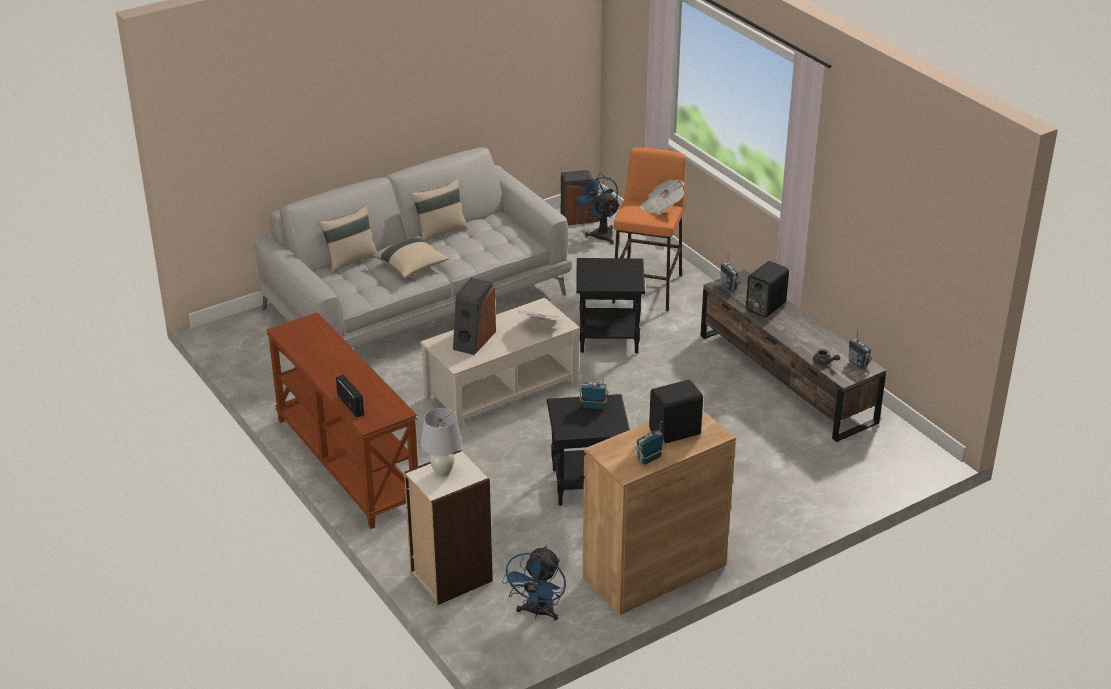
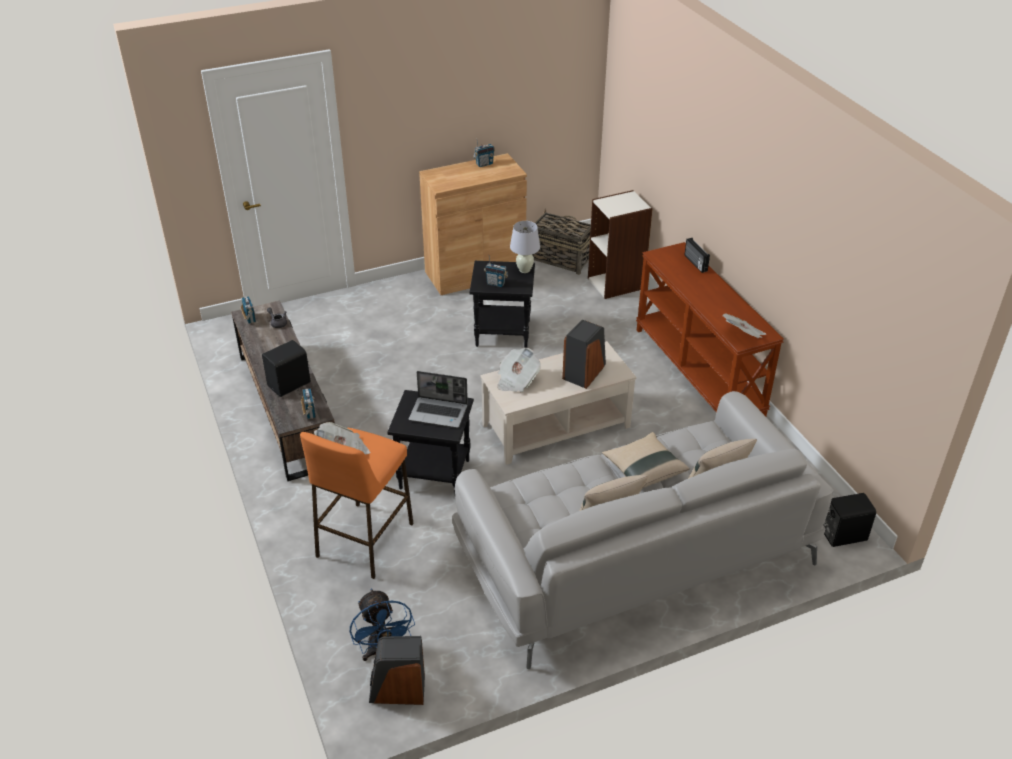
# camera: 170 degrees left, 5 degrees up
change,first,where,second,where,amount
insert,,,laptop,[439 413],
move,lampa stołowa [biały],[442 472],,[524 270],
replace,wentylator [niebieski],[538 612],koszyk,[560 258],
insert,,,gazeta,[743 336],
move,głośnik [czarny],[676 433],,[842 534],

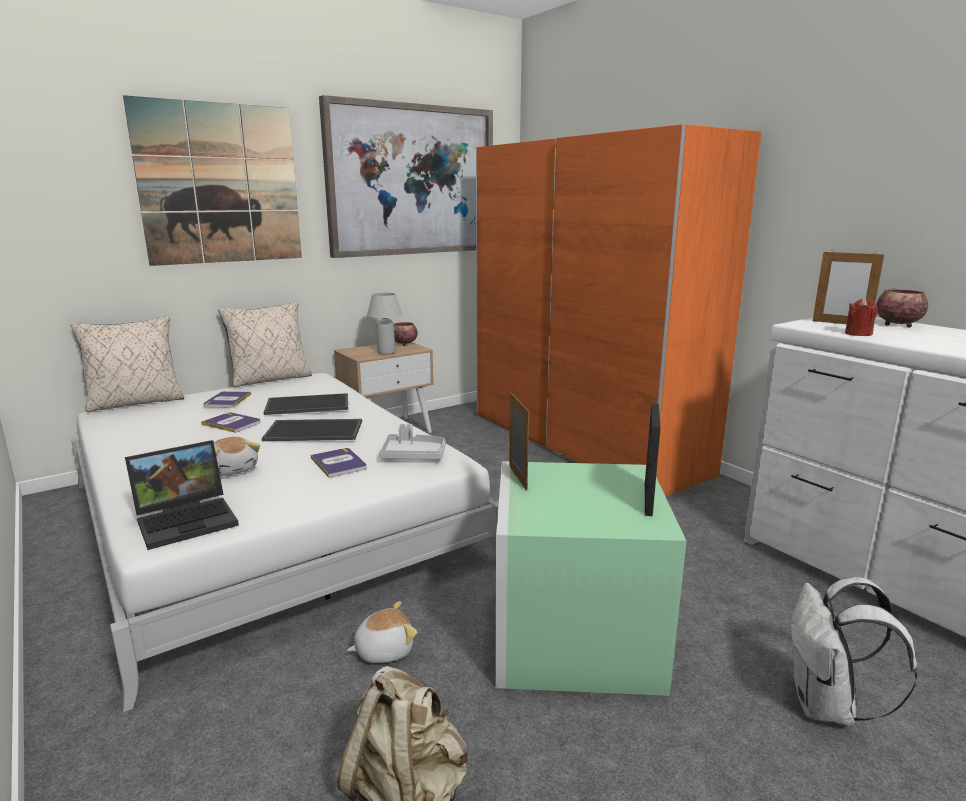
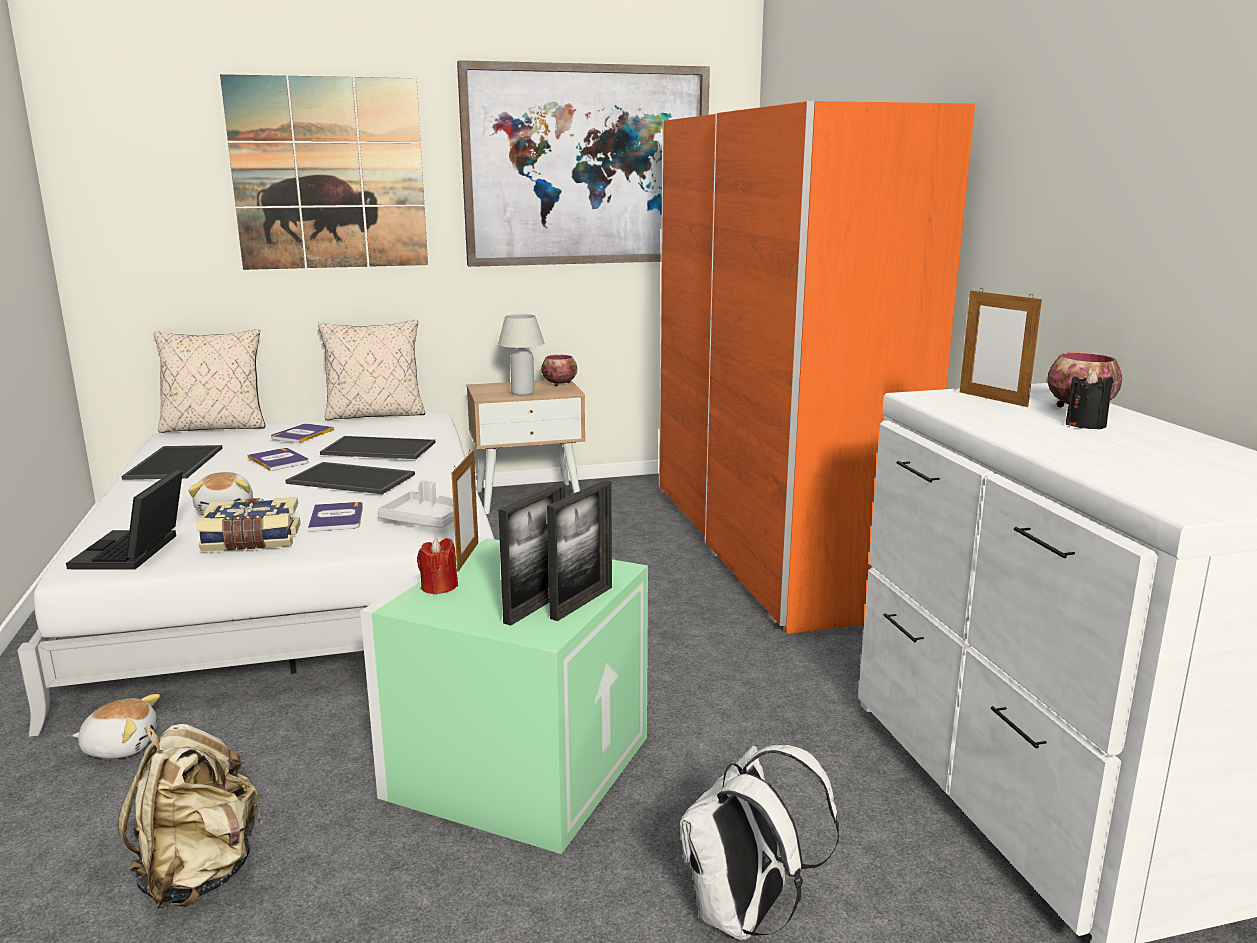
# camera: 20 degrees right, 0 degrees up
change,first,where,second,where,amount
rotate,laptop,[188 519],,[133 553],105 degrees clockwise
move,pluszak,[384 650],,[121 746],
insert,,,taca,[173 463],
insert,,,książka,[251 541],
move,świeca [czerwony],[858 334],,[439 587],
insert,,,ramka na zdjęcie,[536 606],
insert,,,świeca [czarny],[1085 425],

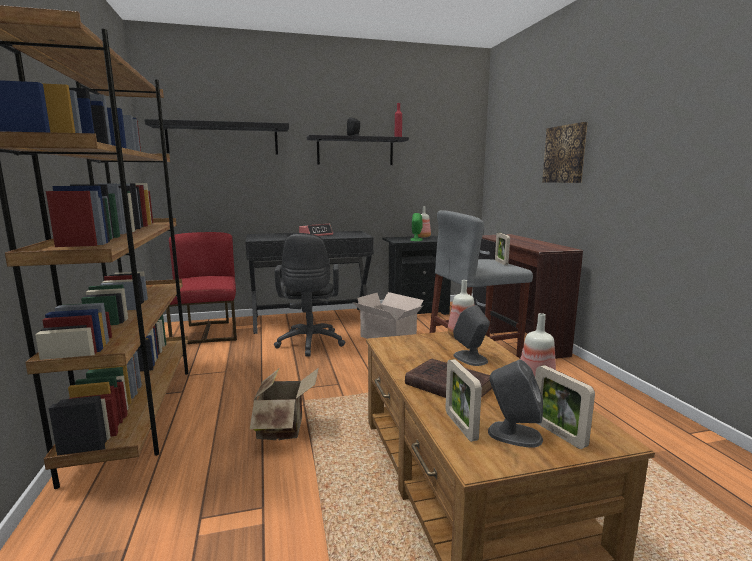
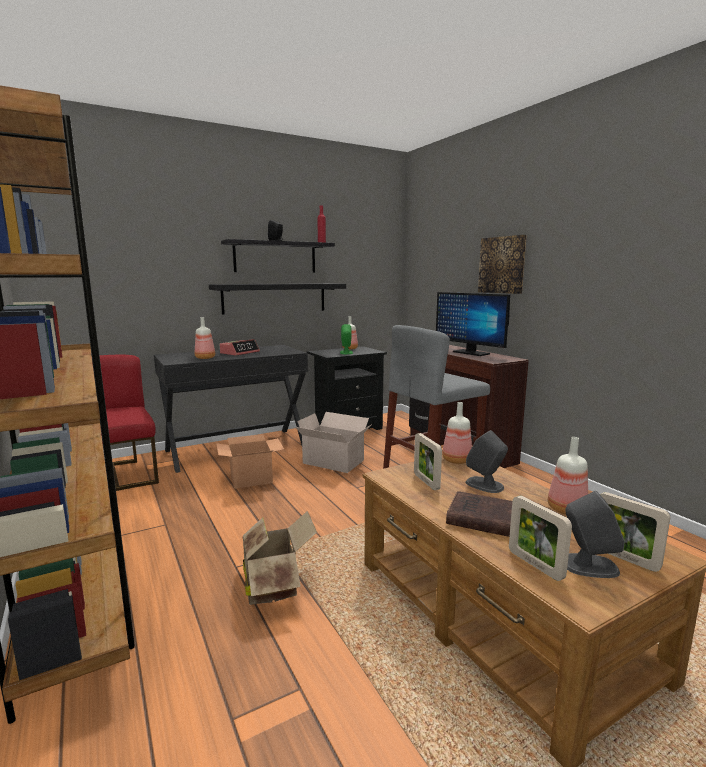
# camera: 15 degrees left, 0 degrees up
change,first,where,second,where,amount
insert,,,butelka,[205 358],
move,półka [czarny],[223 139],,[275 298],
replace,krzesło biurowe [czarny],[310 344],karton,[250 479],
move,ramka na zdjęcie,[501 262],,[426 482],
insert,,,monitor,[470 353],

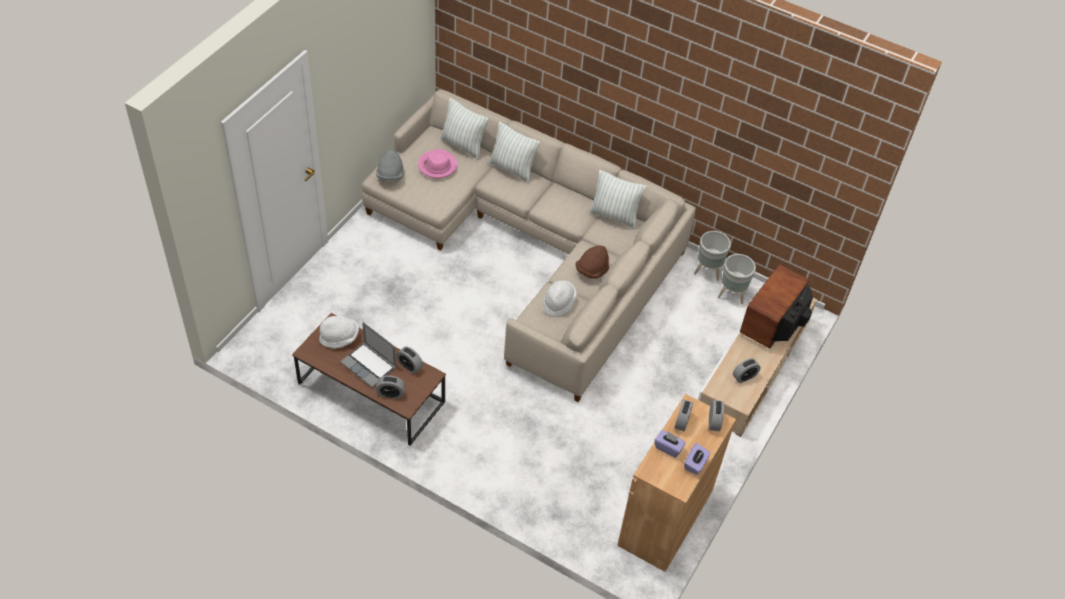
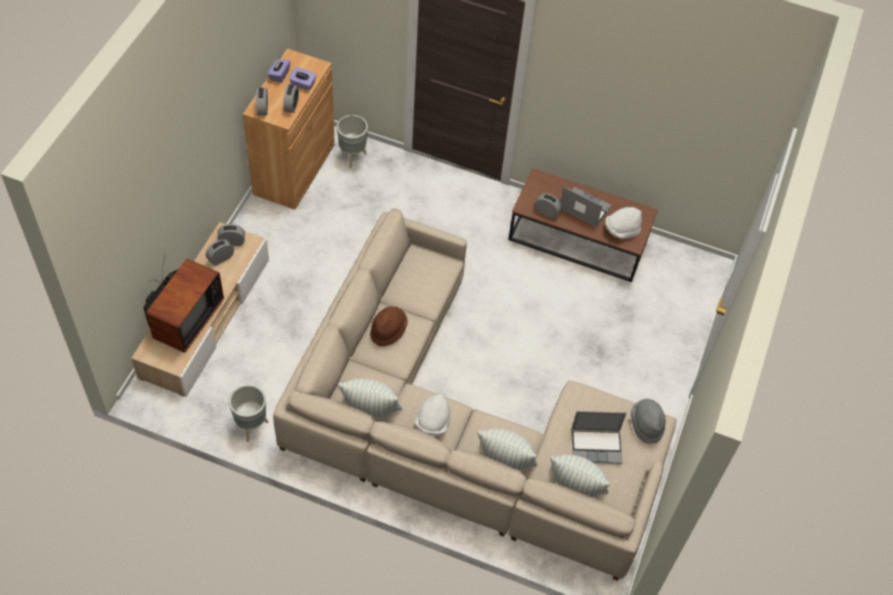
# camera: 170 degrees right, 5 degrees up
change,first,where,second,where,amount
move,budzik,[390 393],,[232 242],
move,donica [szary],[731 295],,[352 157],
move,kapelusz [biały],[558 303],,[433 422],
replace,kapelusz [różowy],[437 166],laptop,[597 446],

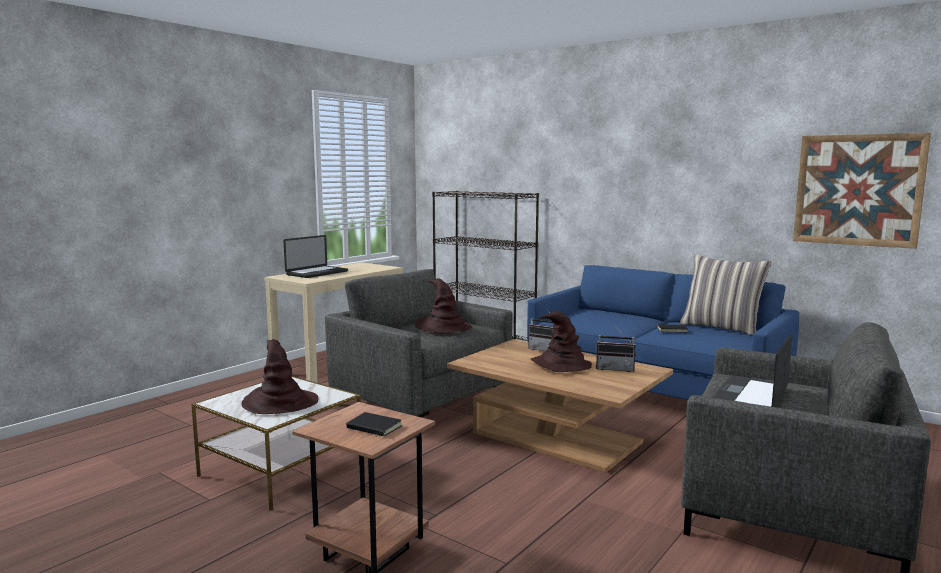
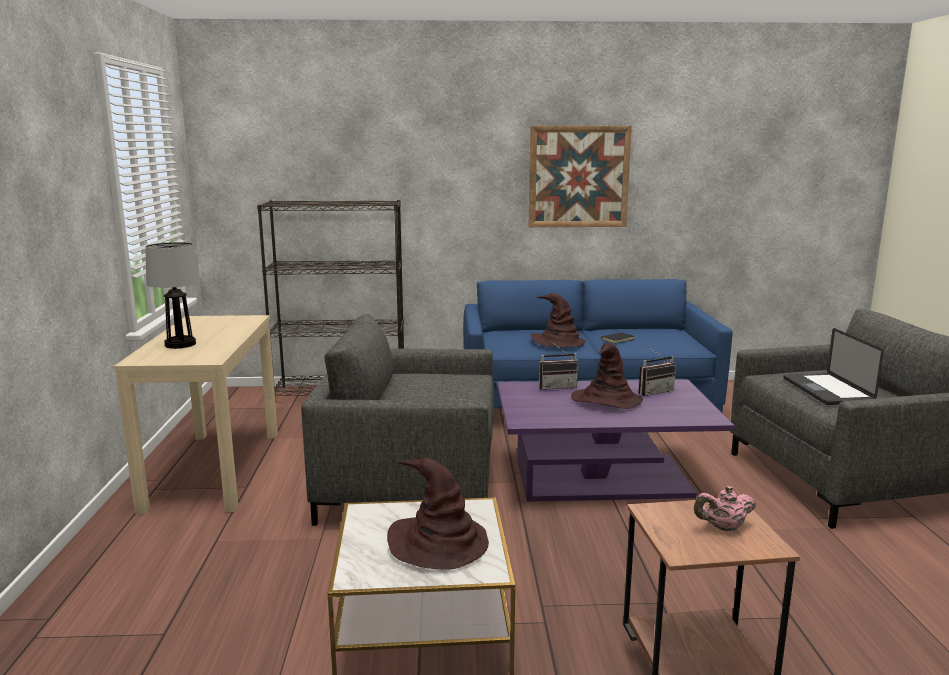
# camera: 40 degrees left, 5 degrees up
change,first,where,second,where,amount
replace,laptop,[317 273],lampa stołowa,[180 344],
recolor,ława [brązowy],[556 438],ława [fioletowy],[602 478],
move,obraz,[858 190],,[578 177],
move,kapelusz [brązowy],[443 328],,[558 342],
replace,książka [czarny],[373 428],imbryk [różowy],[723 528],
delete,poduszka,[722 327],,,

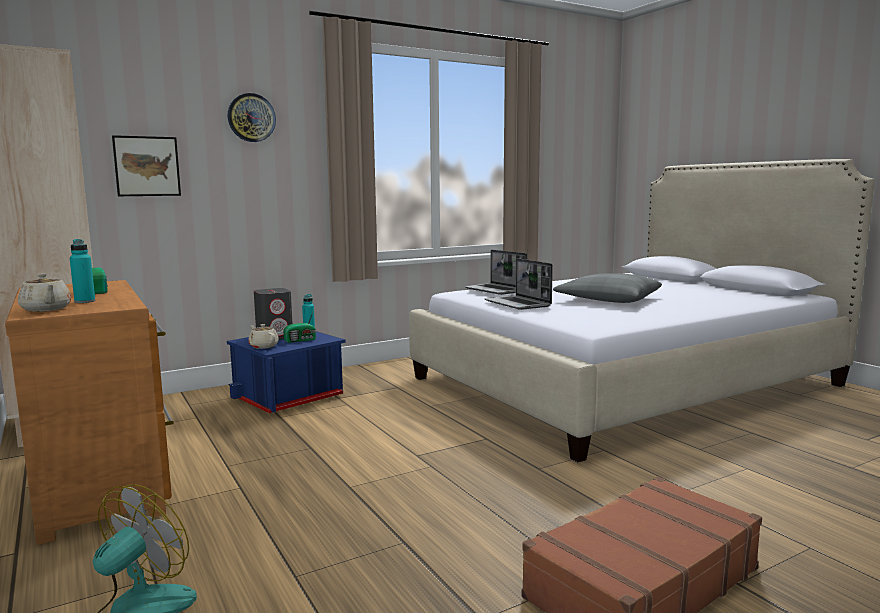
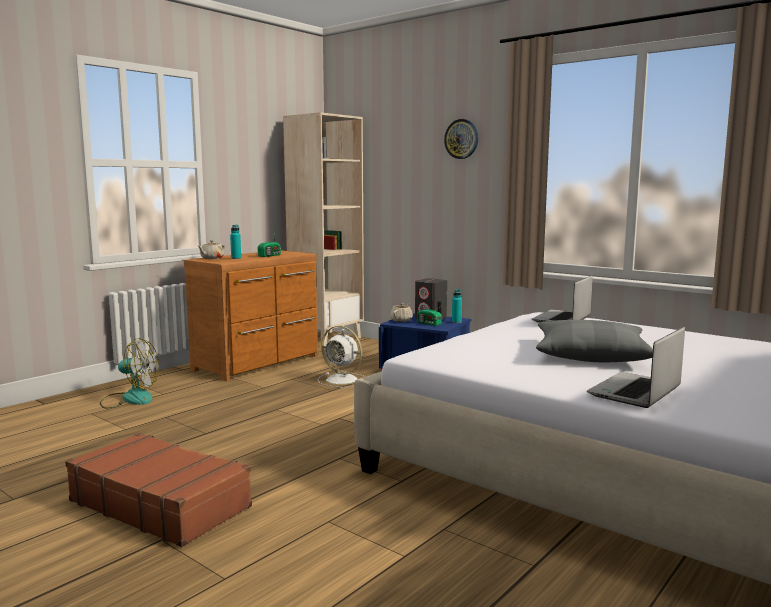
# camera: 70 degrees right, 0 degrees up
change,first,where,second,where,amount
insert,,,wentylator [biały],[343 380],
move,laptop,[518 304],,[635 392],
delete,obraz,[147 166],,,

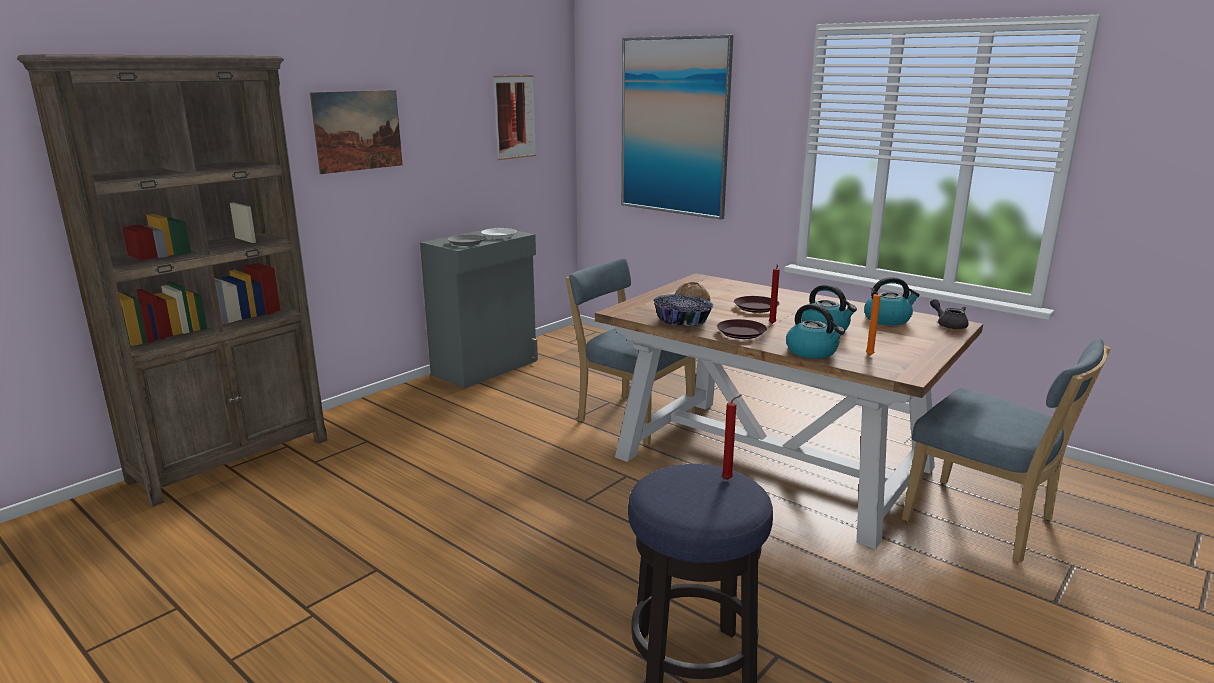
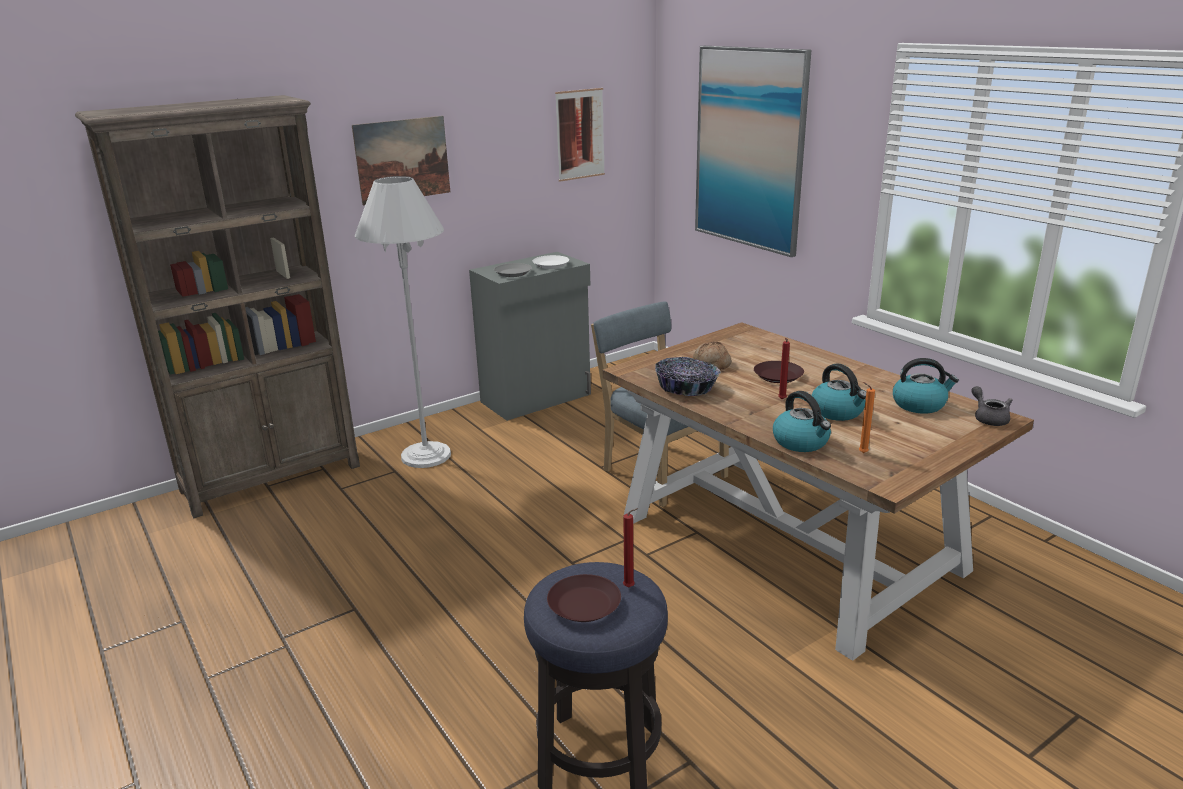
# camera: 15 degrees right, 5 degrees up
change,first,where,second,where,amount
insert,,,lampa stojąca [biały],[426 455],
move,talerz [brązowy],[741 333],,[585 605],
delete,krzesło [niebieski],[985 522],,,

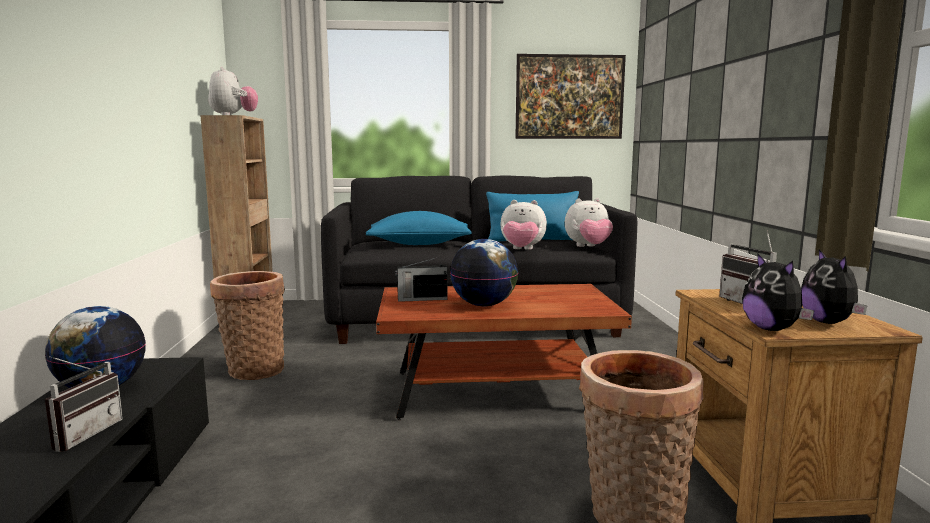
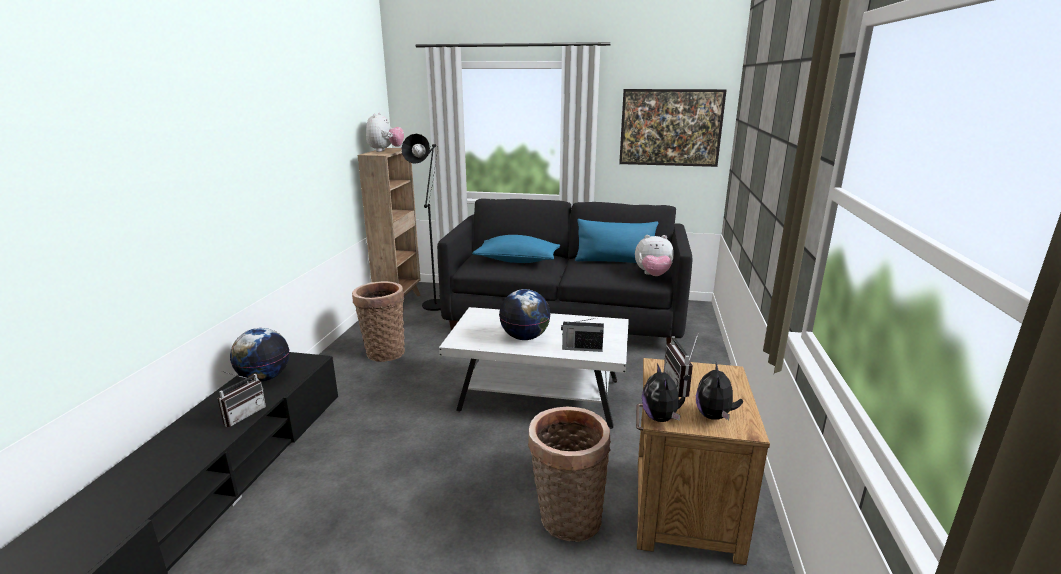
# camera: 15 degrees right, 10 degrees up
change,first,where,second,where,amount
insert,,,lampa stojąca [czarny],[436 303],
recolor,ława [brązowy],[497 392],ława [biały],[539 396],
move,radio,[421 299],,[581 348],
delete,pluszak,[522 250],,,

